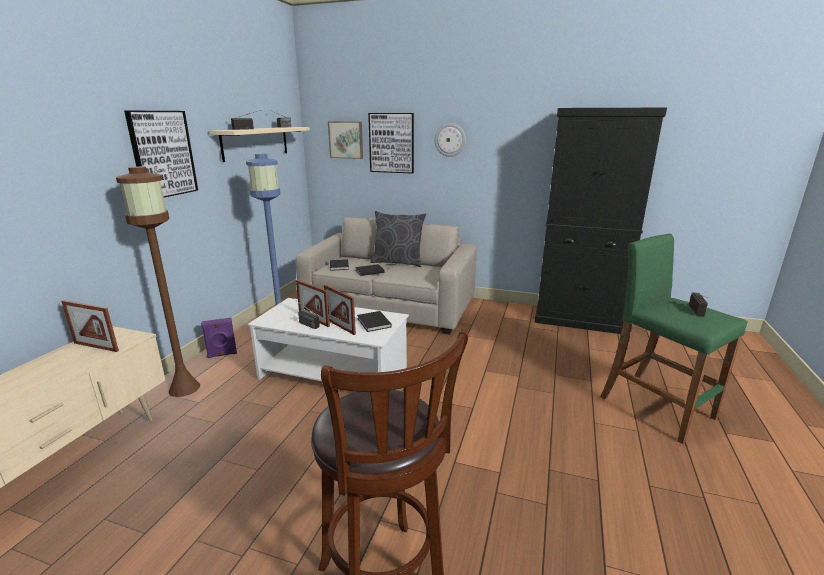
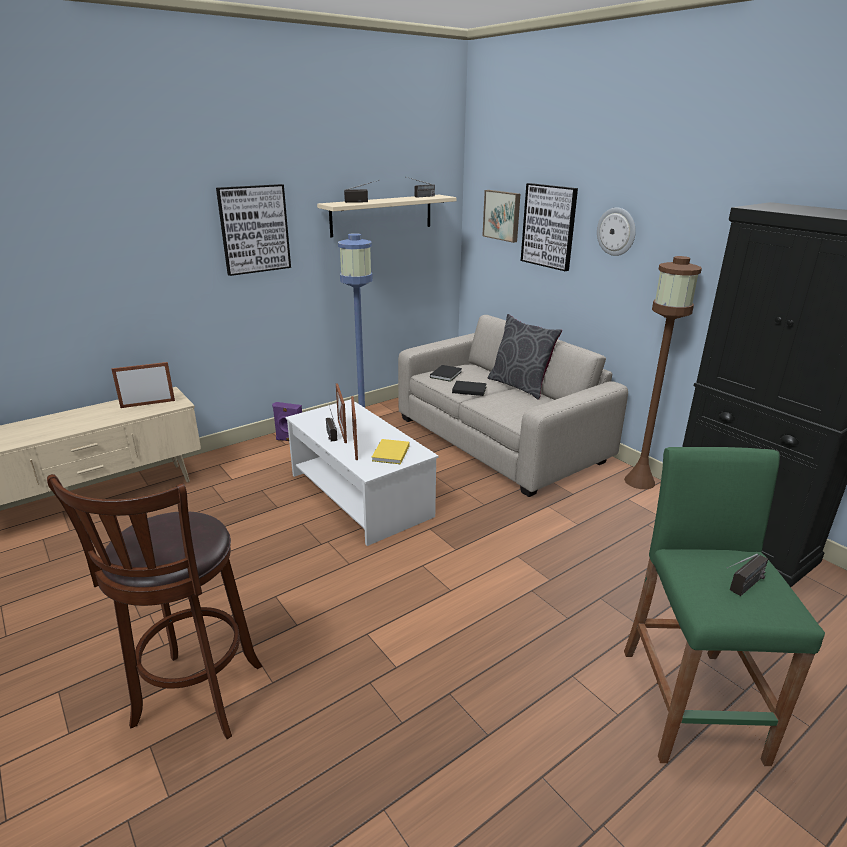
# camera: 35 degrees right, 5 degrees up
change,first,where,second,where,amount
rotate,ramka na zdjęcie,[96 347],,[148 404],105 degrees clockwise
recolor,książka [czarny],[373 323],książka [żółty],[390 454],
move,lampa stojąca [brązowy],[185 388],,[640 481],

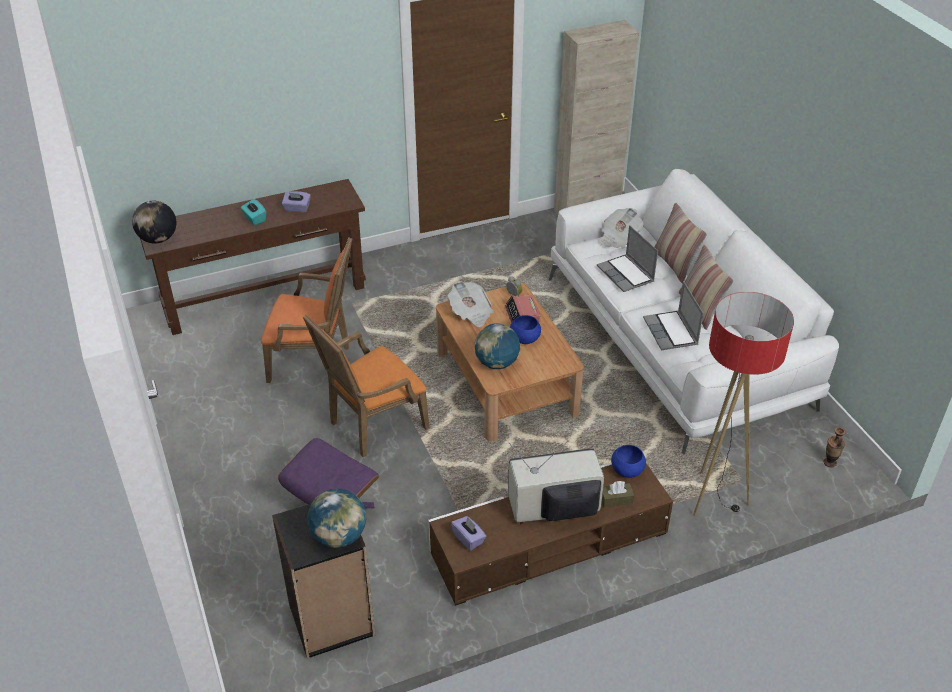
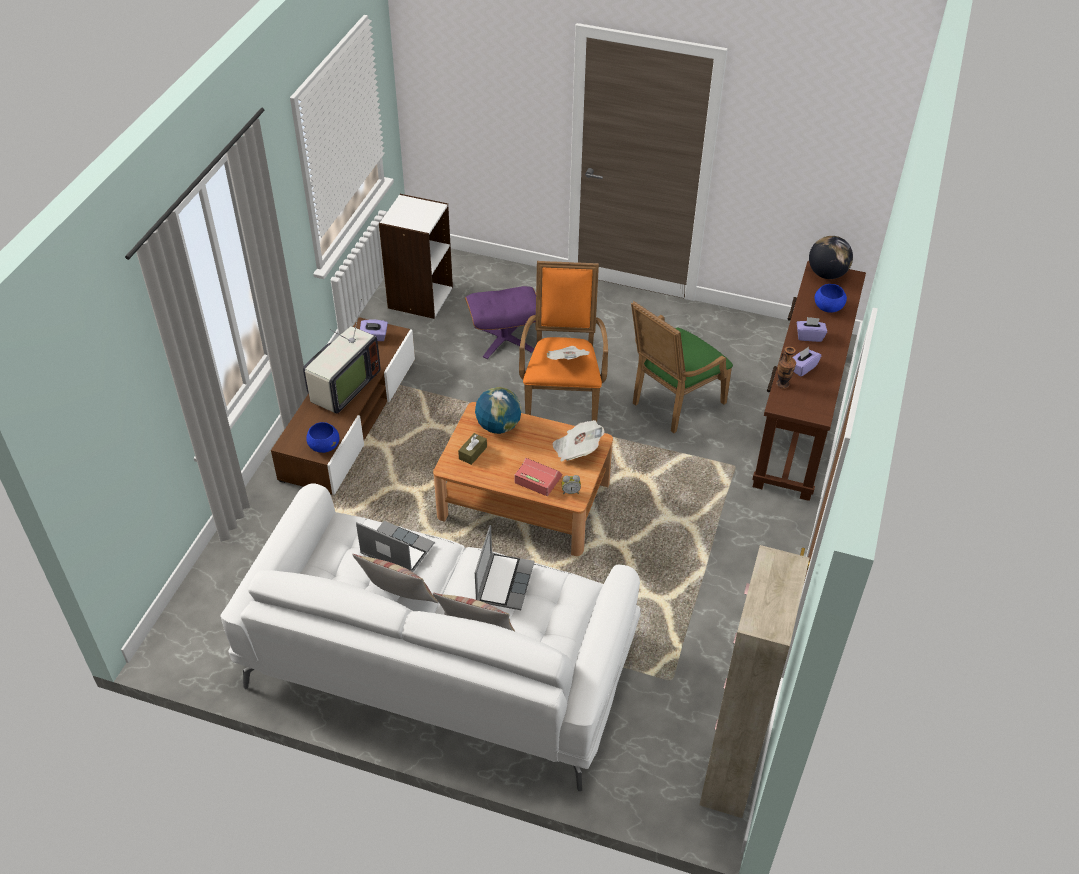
# camera: 130 degrees right, 5 degrees up
change,first,where,second,where,amount
recolor,regał [czarny],[331 620],regał [biały],[419 297],
move,pudełko chusteczek [brązowy],[616 499],,[473 453],
rotate,laptop,[626 274],,[504 582],90 degrees clockwise
move,gazeta,[618 238],,[567 362],
recolor,fotel [pomarańczowy],[315 362],fotel [zielony],[672 404],
move,wazon,[829 462],,[782 384],
recolor,pudełko chusteczek [turkusowy],[254 219],pudełko chusteczek [fioletowy],[809 336],
move,miska [niebieski],[524 339],,[828 307],
delete,globus,[339 536],,,
delete,lampa stojąca,[714 498],,,

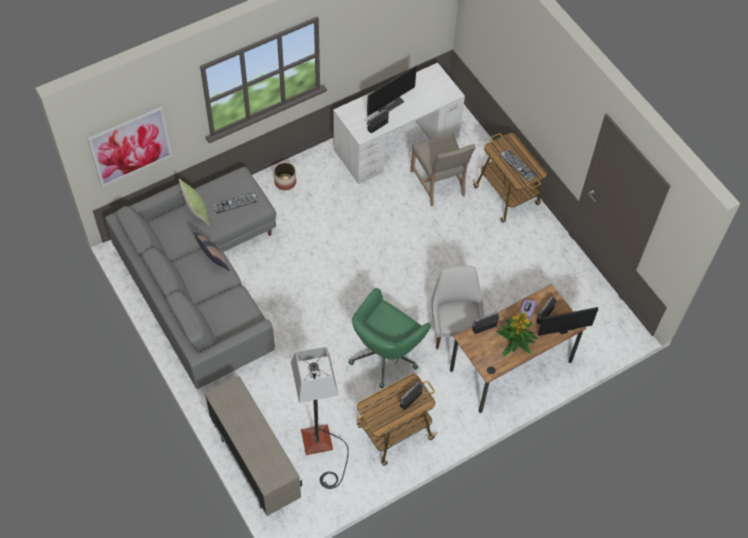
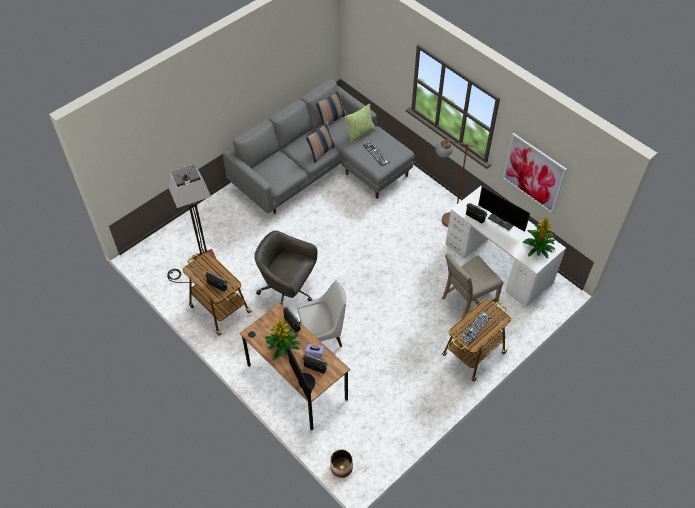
# camera: 80 degrees right, 5 degrees down
change,first,where,second,where,amount
recolor,krzesło biurowe [zielony],[385 354],krzesło biurowe [szary],[288 291],
insert,,,poduszka,[331 119],
move,donica,[285 182],,[341 467],
insert,,,lampa stojąca [brązowy],[444 218],
move,obraz,[130 146],,[533 173],
insert,,,roślina doniczkowa,[537 248],
delete,szafka [beżowy],[256 466],,,

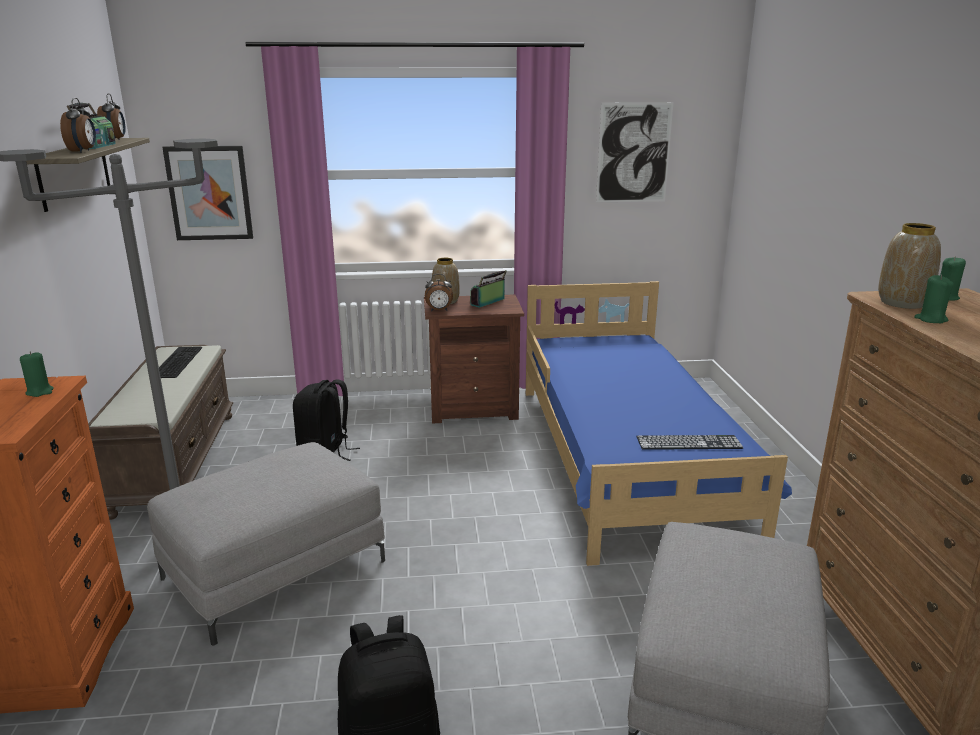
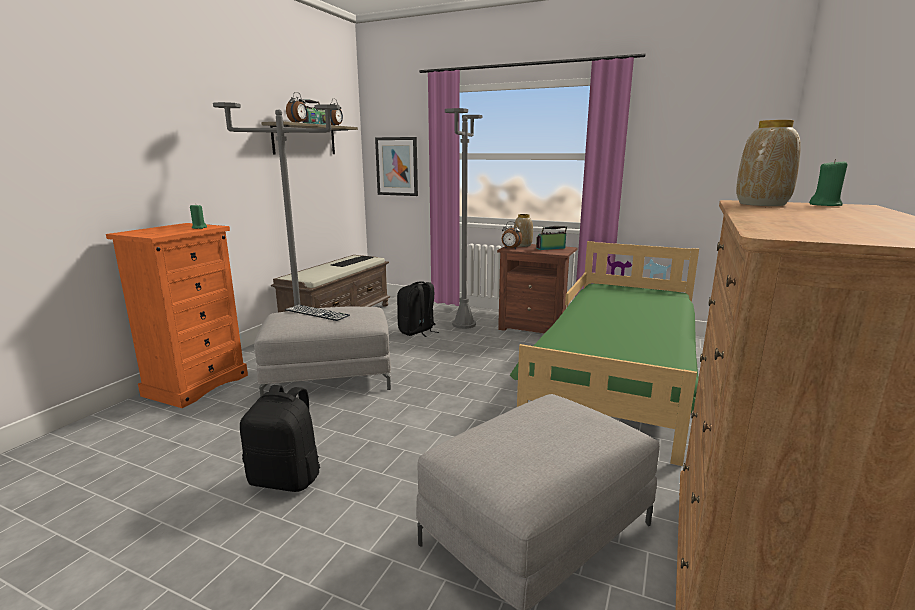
# camera: 30 degrees right, 5 degrees down
change,first,where,second,where,amount
move,klawiatura,[688 442],,[317 313],
insert,,,lampa stojąca [szary],[464 324],
recolor,łóżko [niebieski],[627 459],łóżko [zielony],[618 377],
delete,obraz,[633 153],,,
delete,świeca [zielony],[930 319],,,

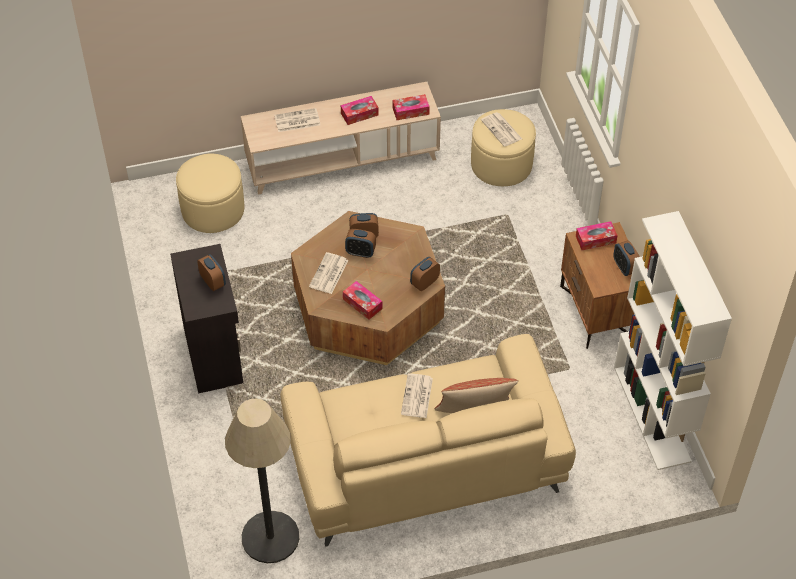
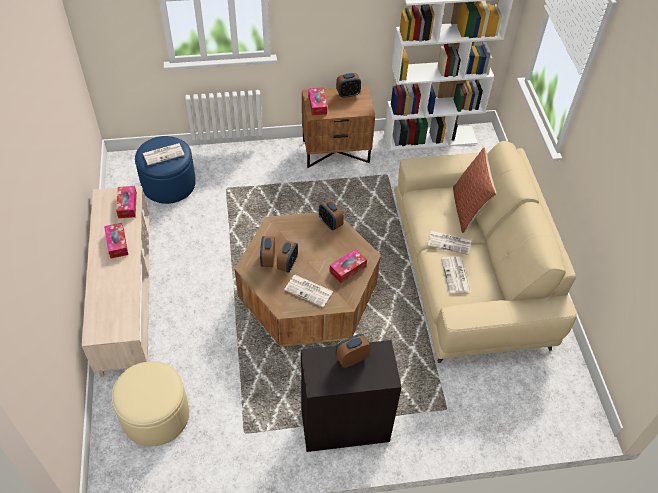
# camera: 85 degrees left, 0 degrees up
change,first,where,second,where,amount
recolor,pufa [beżowy],[501 164],pufa [niebieski],[169 184],
move,gazeta,[296 121],,[456 275],
delete,lampa stojąca,[270 537],,,

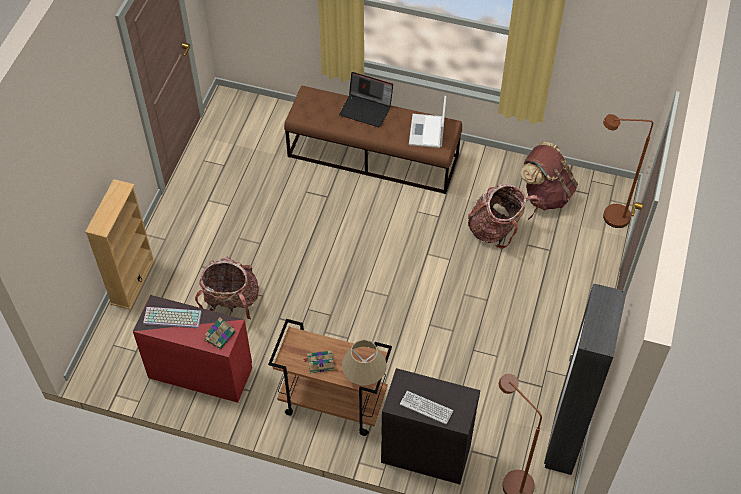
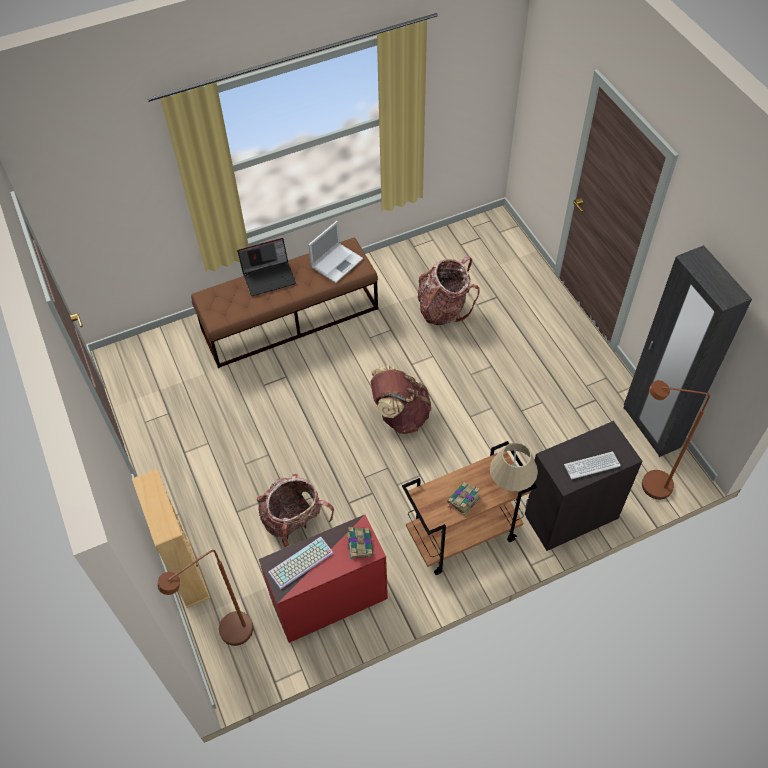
# camera: 40 degrees left, 0 degrees up
change,first,where,second,where,amount
move,lampa stojąca [brązowy],[608 217],,[229 636],
rotate,laptop,[427 132],,[337 262],105 degrees counterclockwise
move,plecak [brązowy],[545 194],,[400 415],

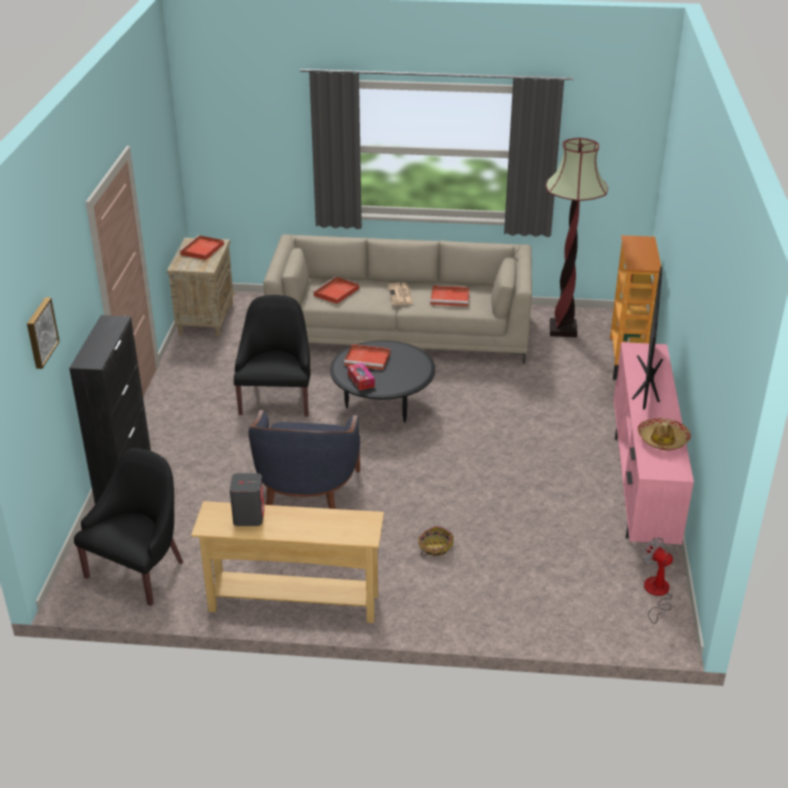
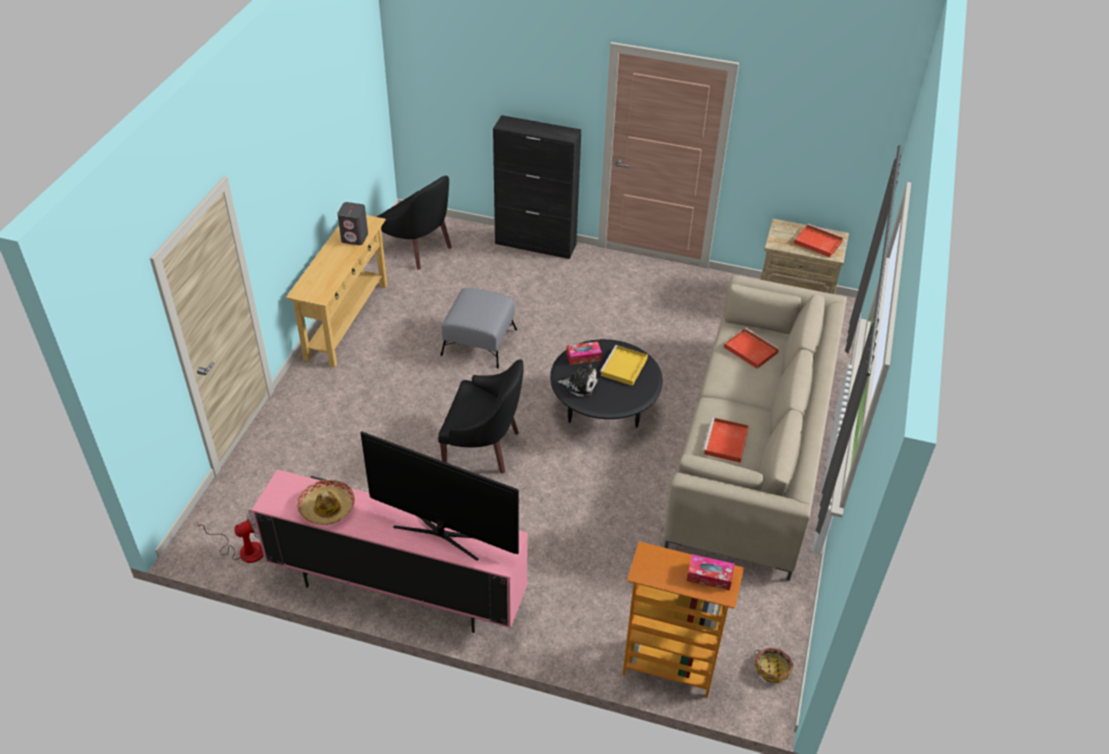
# camera: 100 degrees right, 10 degrees up
change,first,where,second,where,amount
move,fotel [czarny],[277 399],,[484 447],
replace,fotel [niebieski],[306 492],pufa [szary],[479 342],
insert,,,pluszak,[580 385],
recolor,taca [czerwony],[368 359],taca [żółty],[624 367],
insert,,,pudełko chusteczek,[709 576],
move,koszyk,[435 547],,[772 668],
delete,obraz,[40 332],,,
delete,gazeta,[400 295],,,
delete,lampa stojąca,[563 329],,,

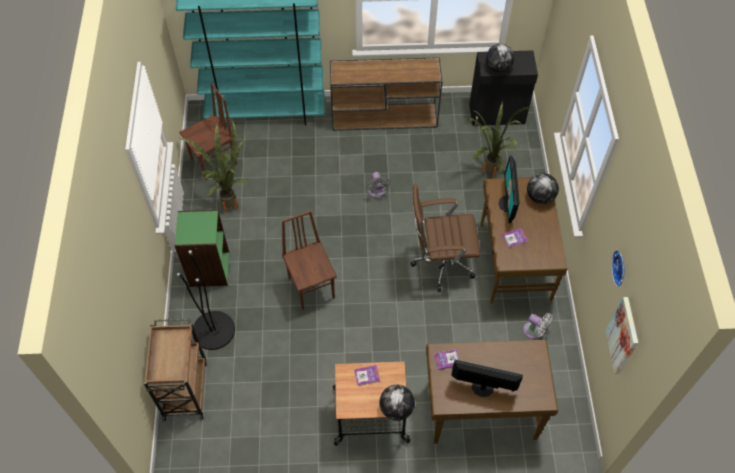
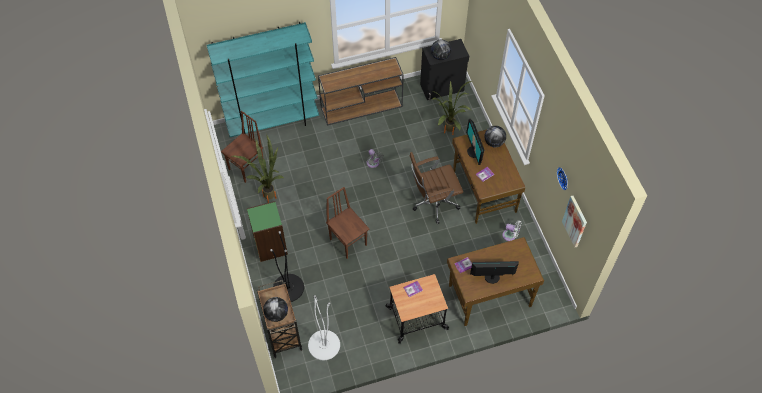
# camera: 15 degrees left, 0 degrees up
change,first,where,second,where,amount
move,globus,[396 409],,[276 314],
insert,,,lampa stojąca [biały],[324 345],

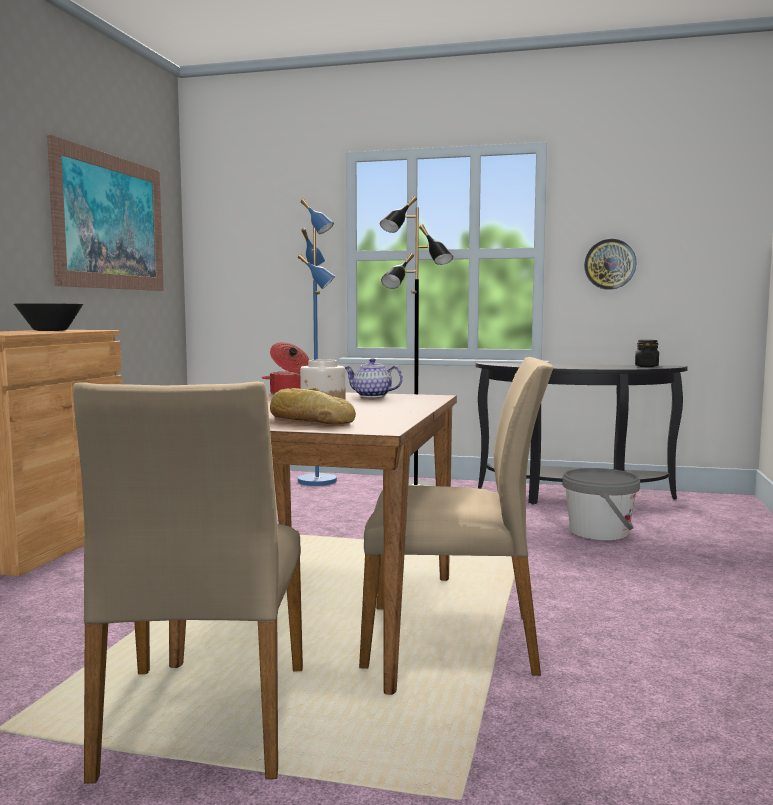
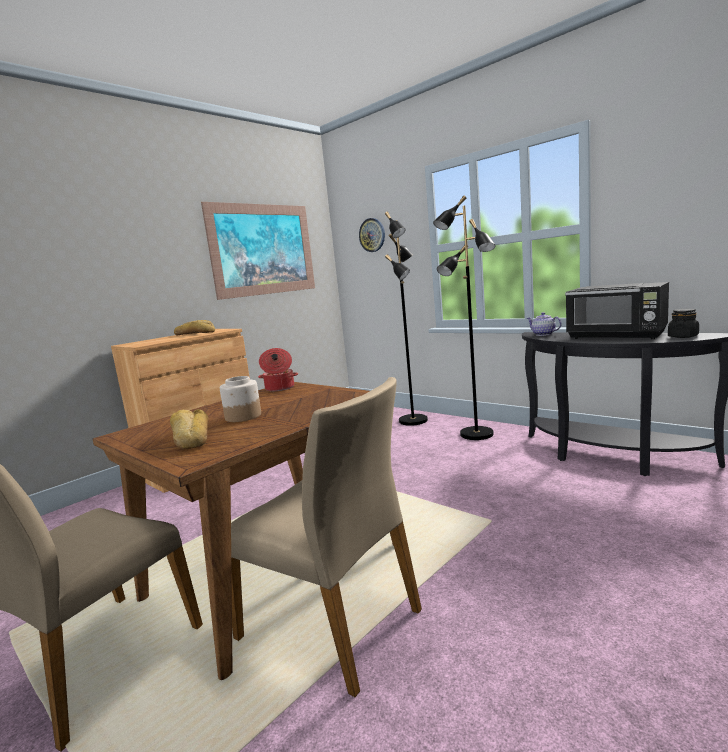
# camera: 30 degrees right, 5 degrees up
change,first,where,second,where,amount
replace,miska [czarny],[50 330],chleb,[195 333],
move,zegar ścienny,[610 264],,[372 235],
recolor,lampa stojąca [niebieski],[318 481],lampa stojąca [czarny],[414 421],
move,imbryk,[371 396],,[543 334],
insert,,,mikrofalówka [czarny],[617 336],
delete,wiadro [szary],[599 532],,,

